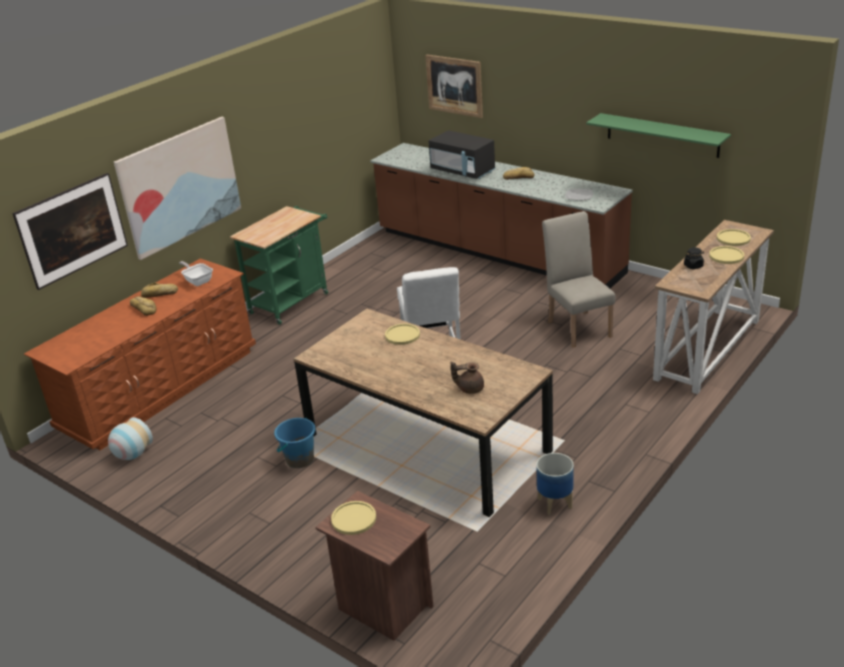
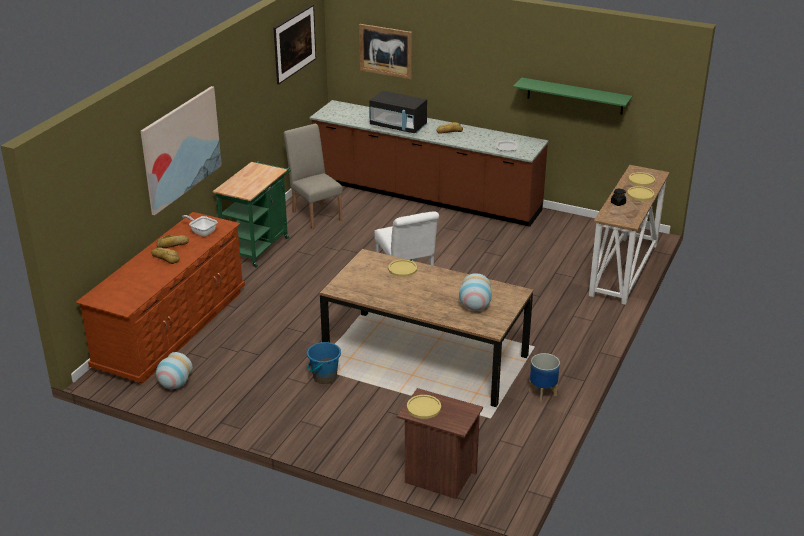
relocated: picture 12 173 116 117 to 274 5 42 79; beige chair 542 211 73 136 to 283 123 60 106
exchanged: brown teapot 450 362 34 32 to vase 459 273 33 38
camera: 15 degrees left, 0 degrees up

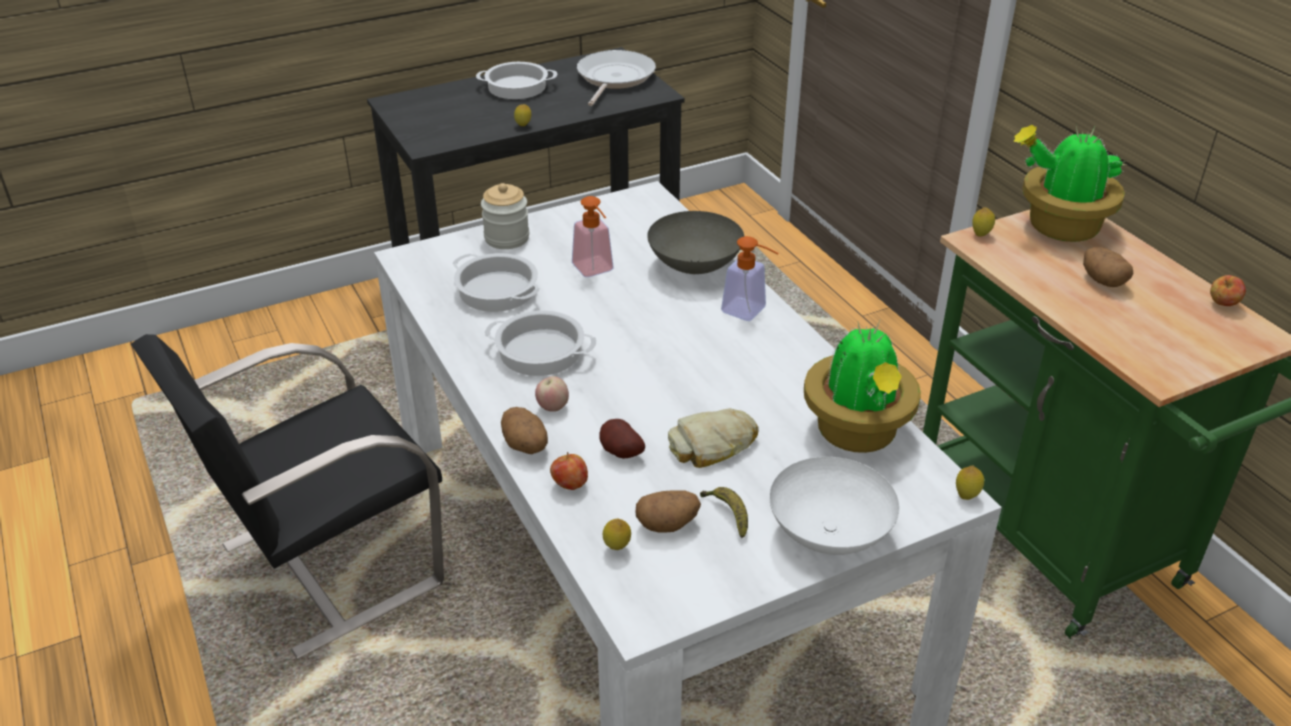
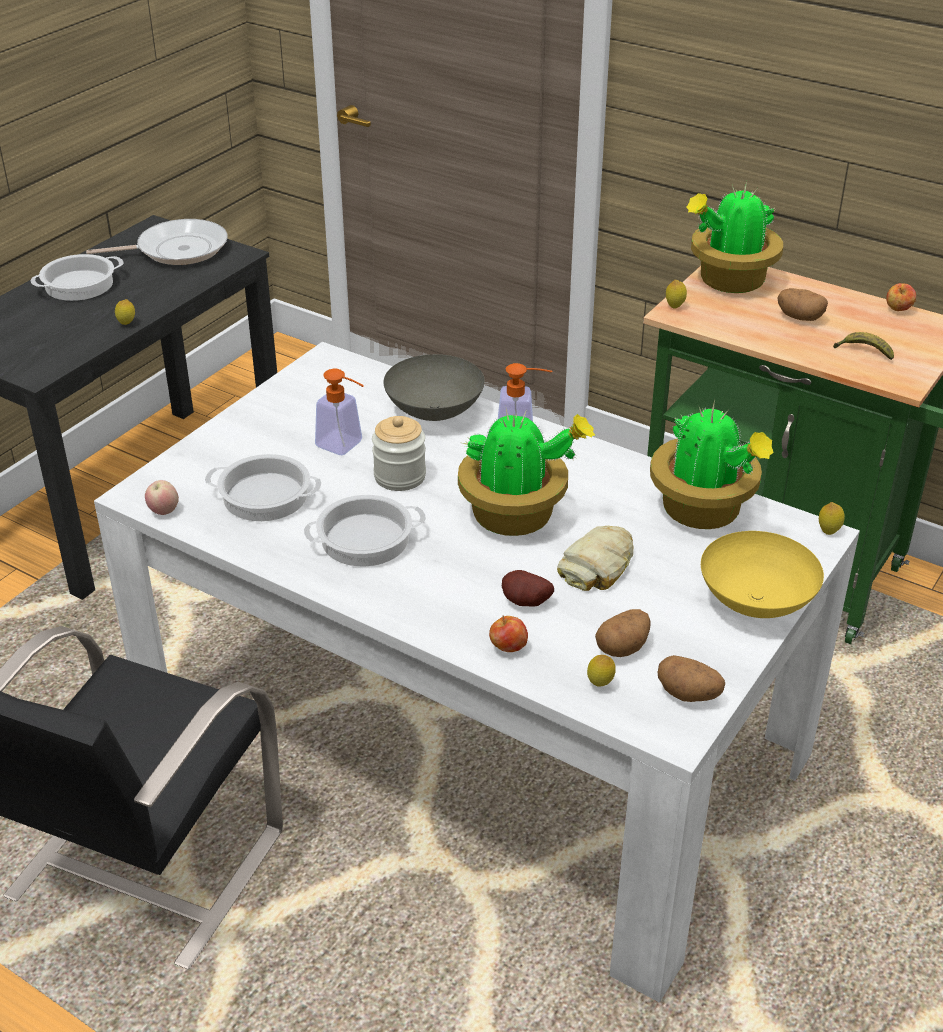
appeared: potted plant 458 409 137 127
relocated: jar 481 183 48 66 to 372 416 54 75; potato 501 407 47 47 to 658 655 67 47; apple 535 376 34 36 to 145 480 34 35; banana 700 487 48 51 to 833 332 61 28
colour: white bowl 769 457 130 98 to yellow bowl 701 531 123 87
spun: frying pan 577 50 79 56 = 86 219 142 46 90 degrees clockwise
camera: 30 degrees left, 0 degrees up

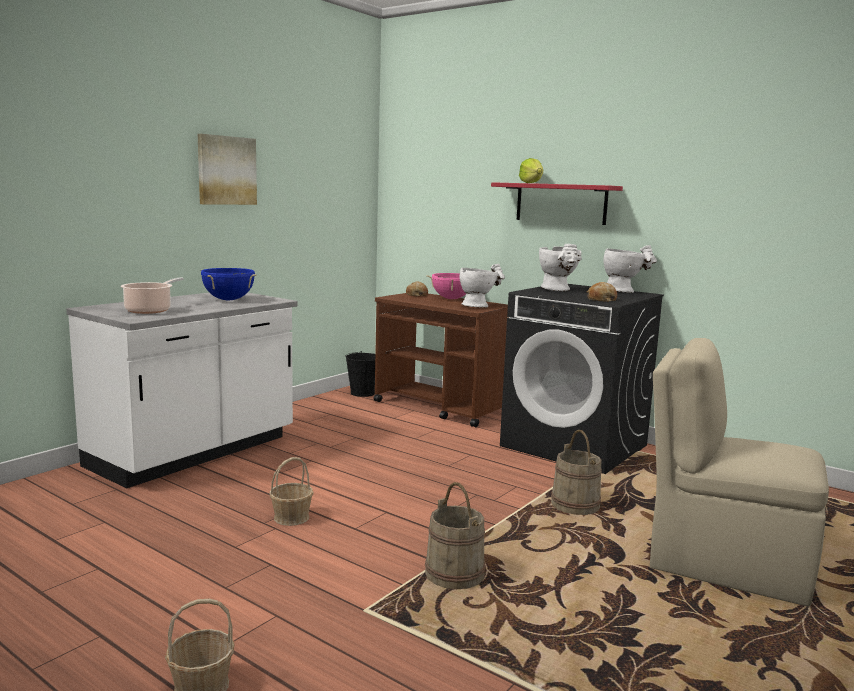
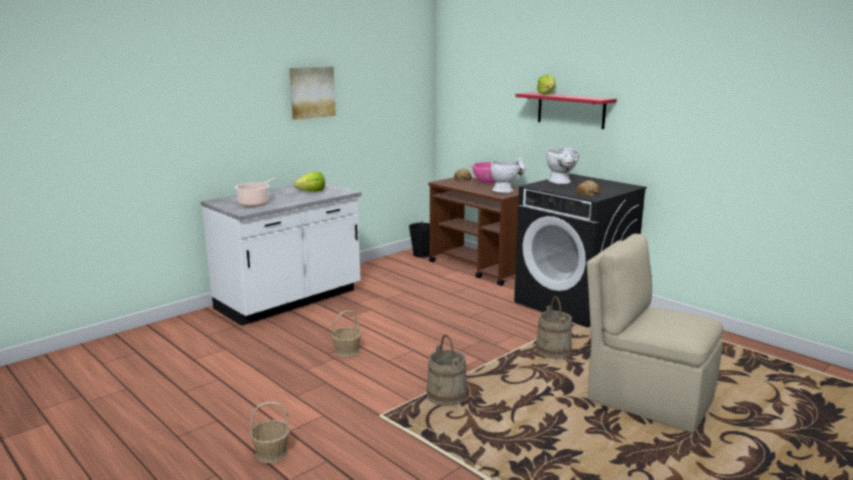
missing: white vase 603 245 54 48
exchanged: blue cooking pot 200 268 56 32 to lettuce 294 172 31 20
camera: 10 degrees right, 5 degrees up

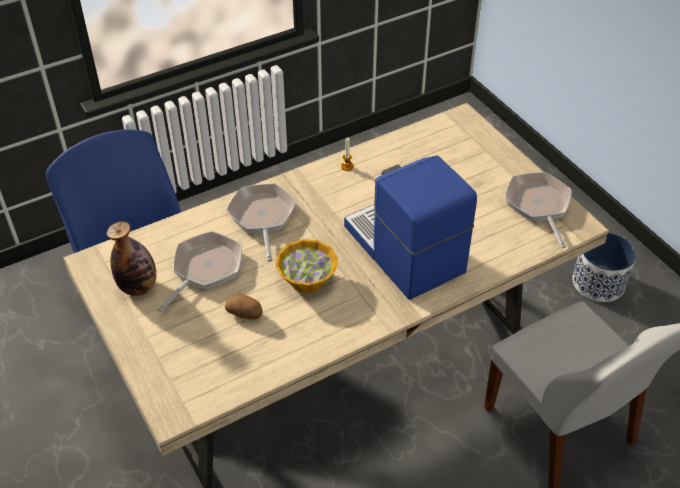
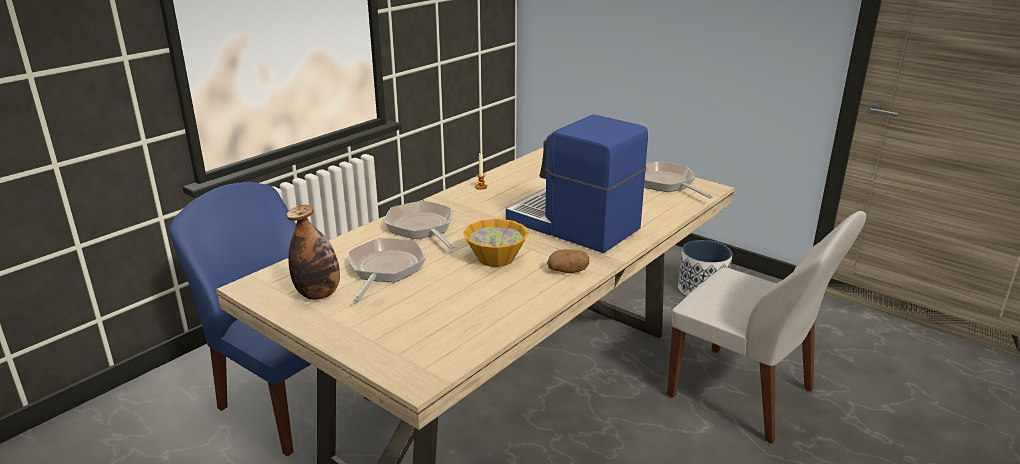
relocated: potato 225 294 38 26 to 547 249 42 24
camera: 20 degrees left, 20 degrees down

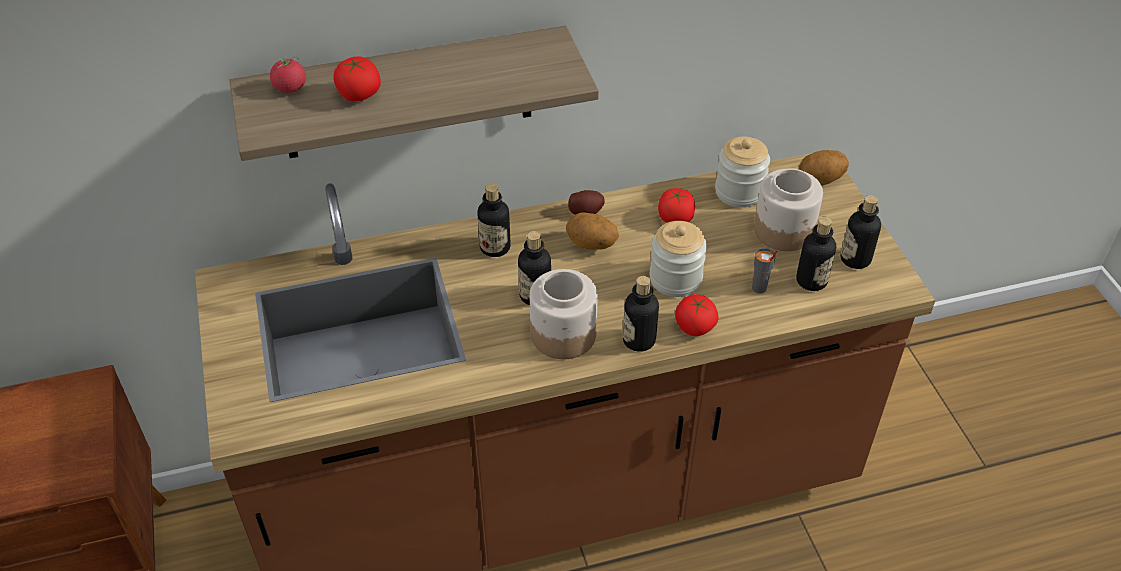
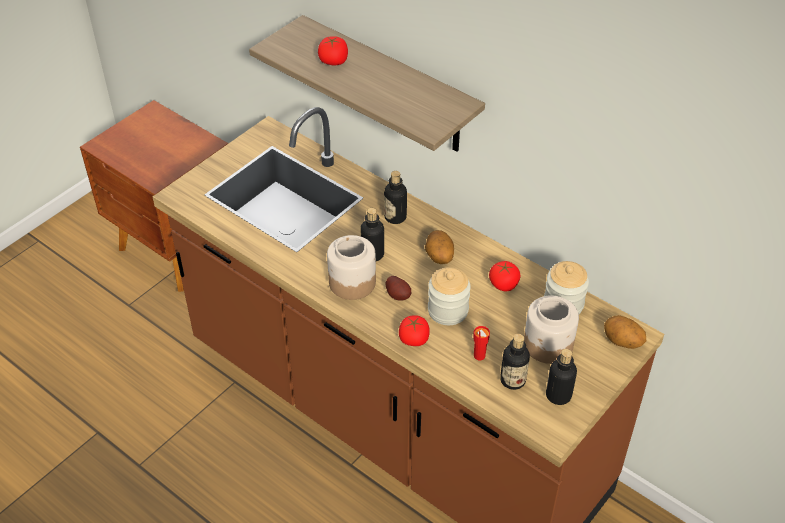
missing: tomato 270 56 36 37; bottle 623 276 36 76
relocated: potato 568 190 37 25 to 385 276 26 24
colour: grey cup 752 248 25 46 to red cup 474 326 16 35
camera: 55 degrees right, 0 degrees up

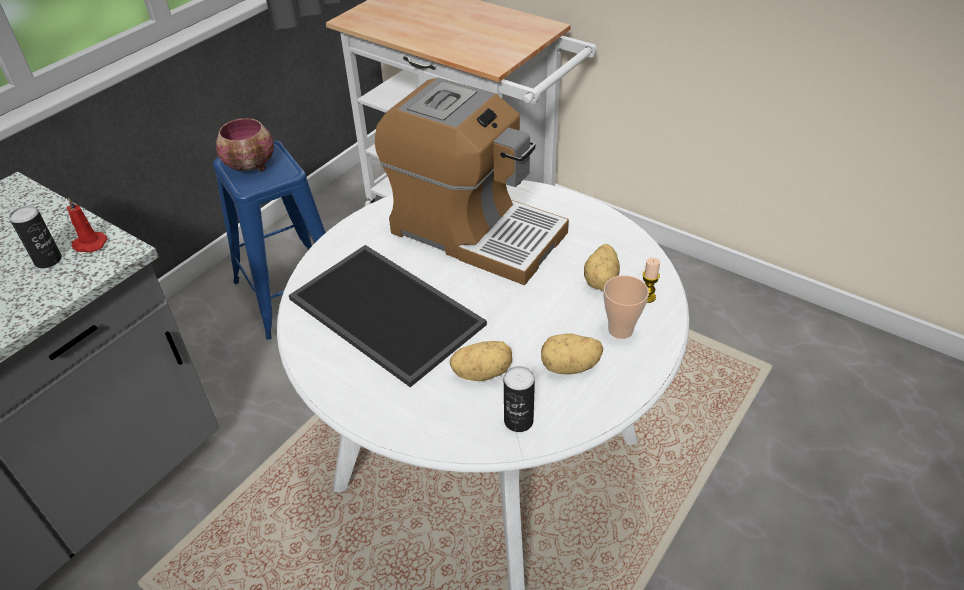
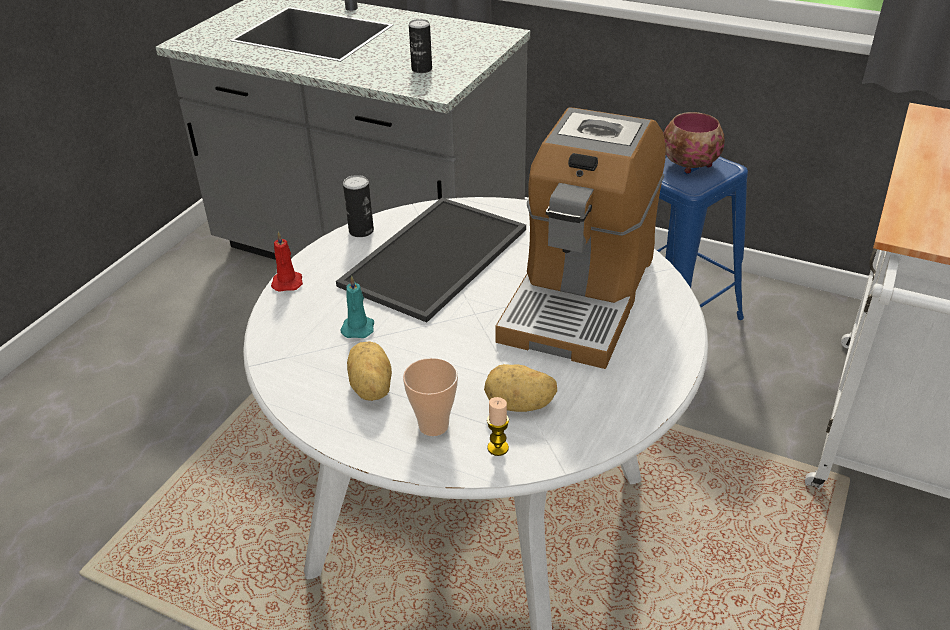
relocated: red candle 67 197 40 55 to 271 231 32 61; can 504 366 31 66 to 343 175 31 62
exchanged: potato 450 341 62 40 to turquoise candle 340 275 34 63
camera: 80 degrees right, 5 degrees down

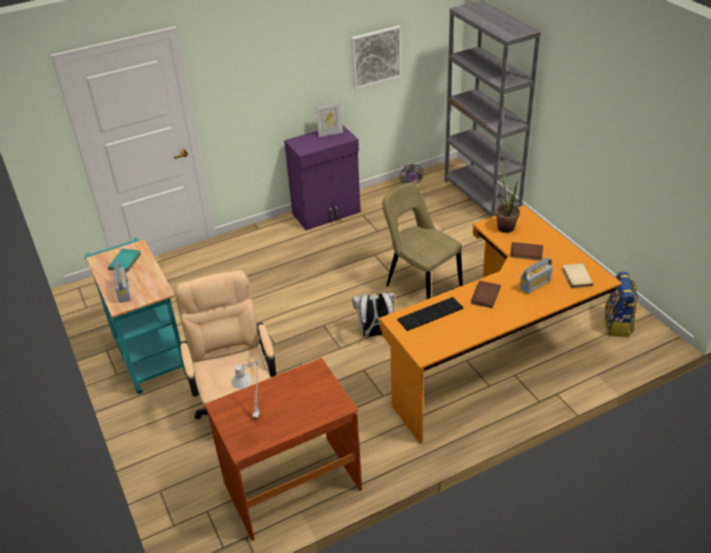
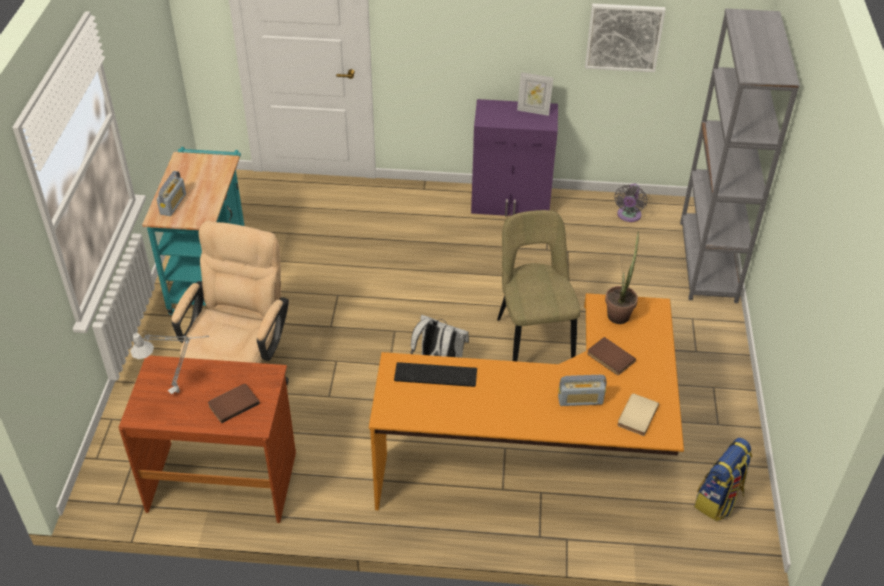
missing: turquoise book 108 248 33 25
relocated: brown book 471 281 30 27 to 208 384 52 39
camera: 30 degrees right, 5 degrees up

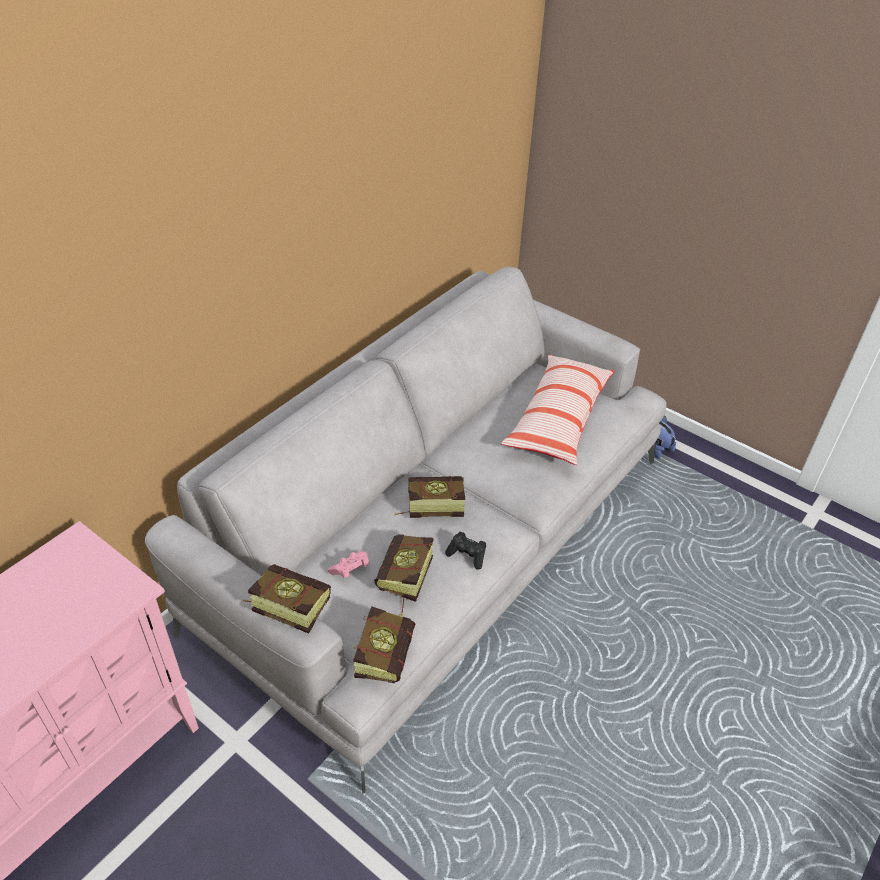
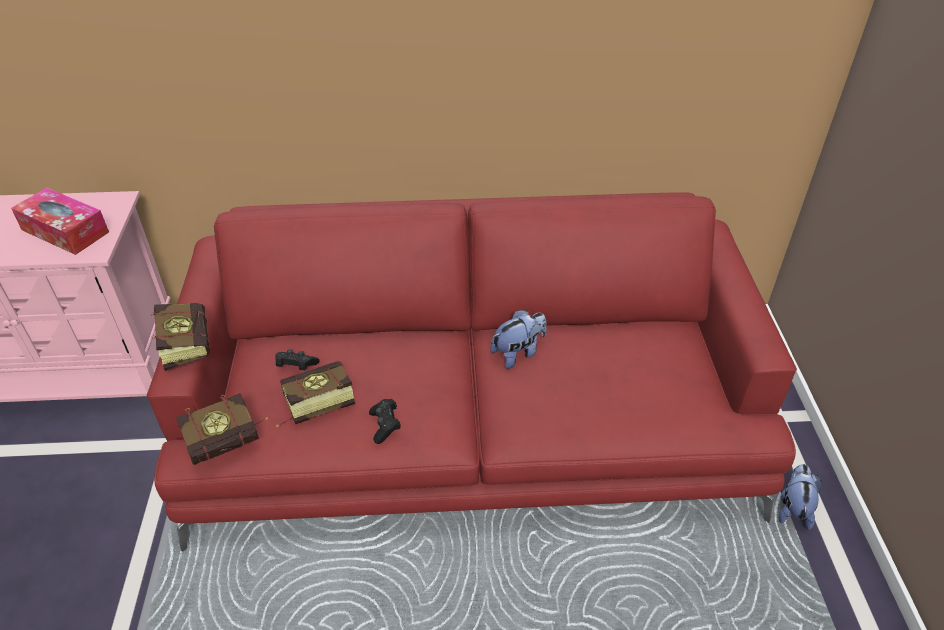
missing: book 395 476 70 42; pillow 501 355 114 110
appeared: tissue box 11 187 98 68; plush toy 490 310 57 59
colour: grey sofa 145 267 521 527 to red sofa 147 192 650 360; pink game controller 328 551 41 27 to black game controller 275 349 45 21
camera: 50 degrees right, 0 degrees up

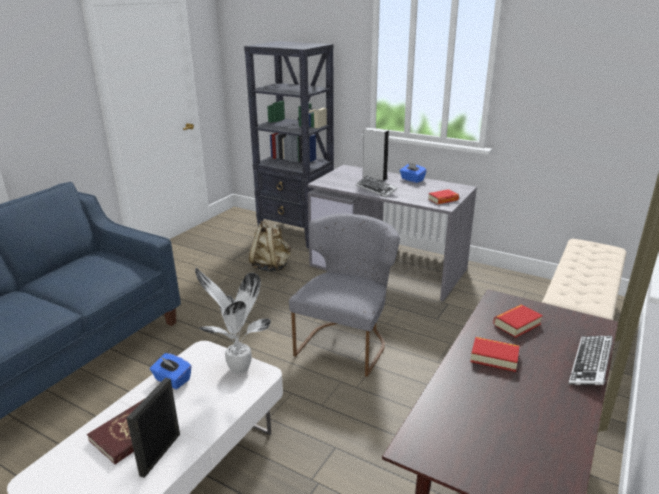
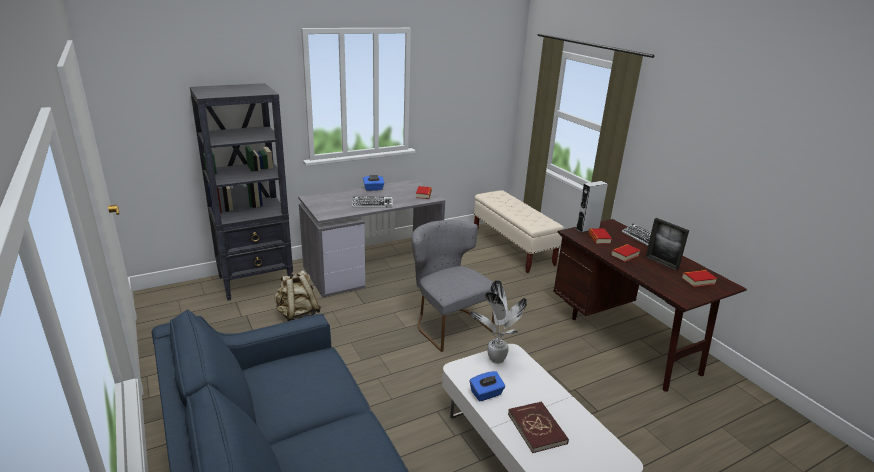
appeared: book 682 270 35 17
relocated: picture frame 127 378 53 100 to 646 218 43 53; grey speaker 362 128 27 53 to 576 181 32 51
camera: 60 degrees left, 0 degrees up

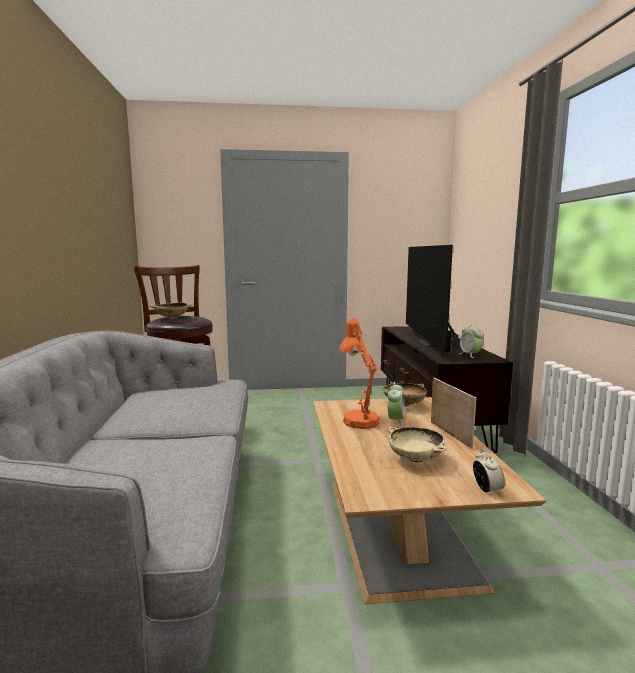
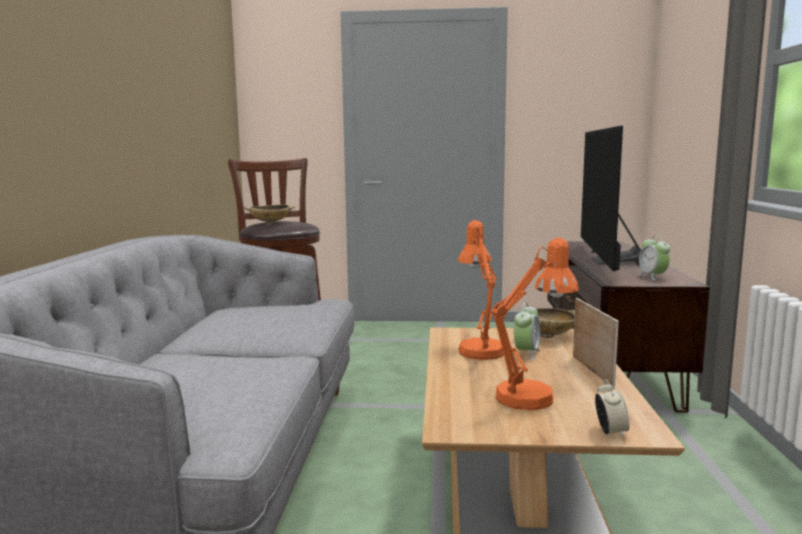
exchanged: beige bowl 389 427 58 35 to orange table lamp 491 238 88 172
camera: 10 degrees right, 0 degrees up

